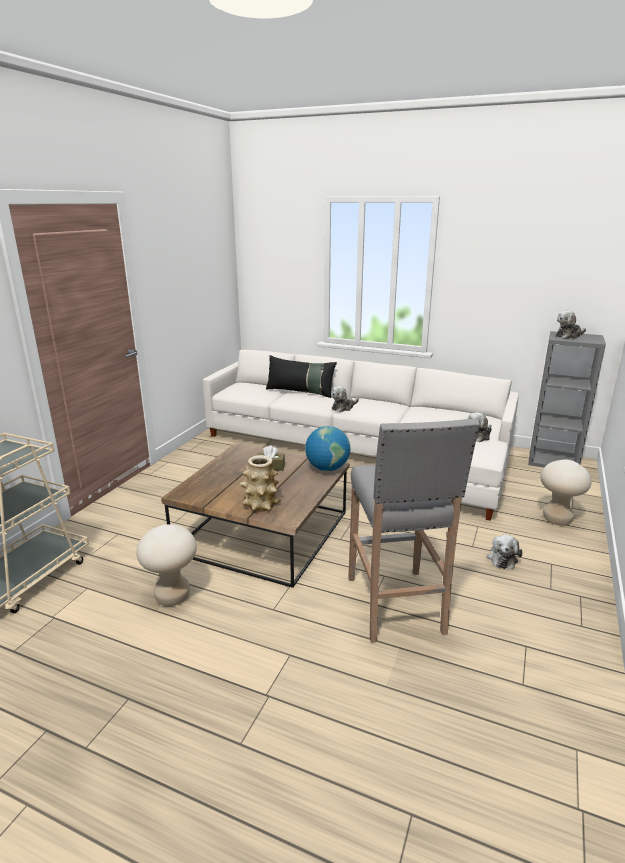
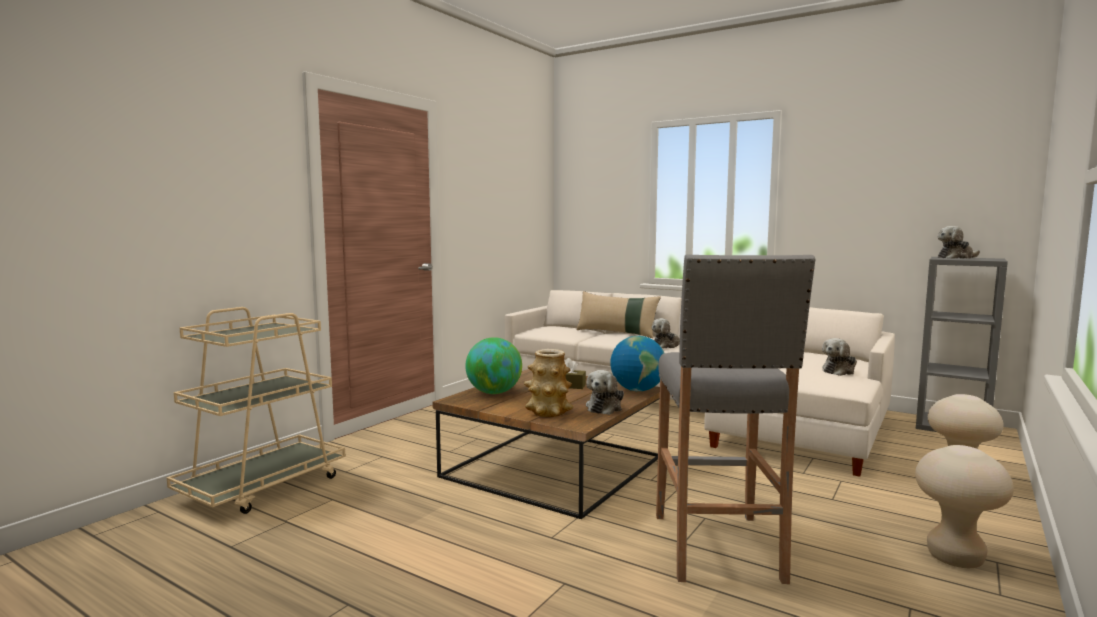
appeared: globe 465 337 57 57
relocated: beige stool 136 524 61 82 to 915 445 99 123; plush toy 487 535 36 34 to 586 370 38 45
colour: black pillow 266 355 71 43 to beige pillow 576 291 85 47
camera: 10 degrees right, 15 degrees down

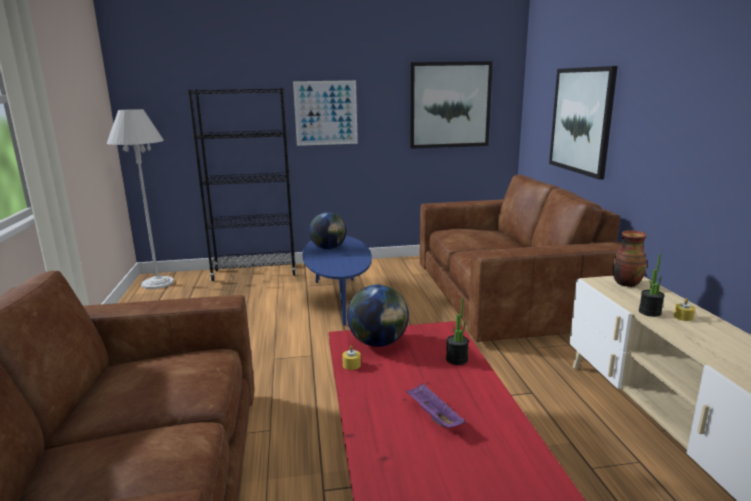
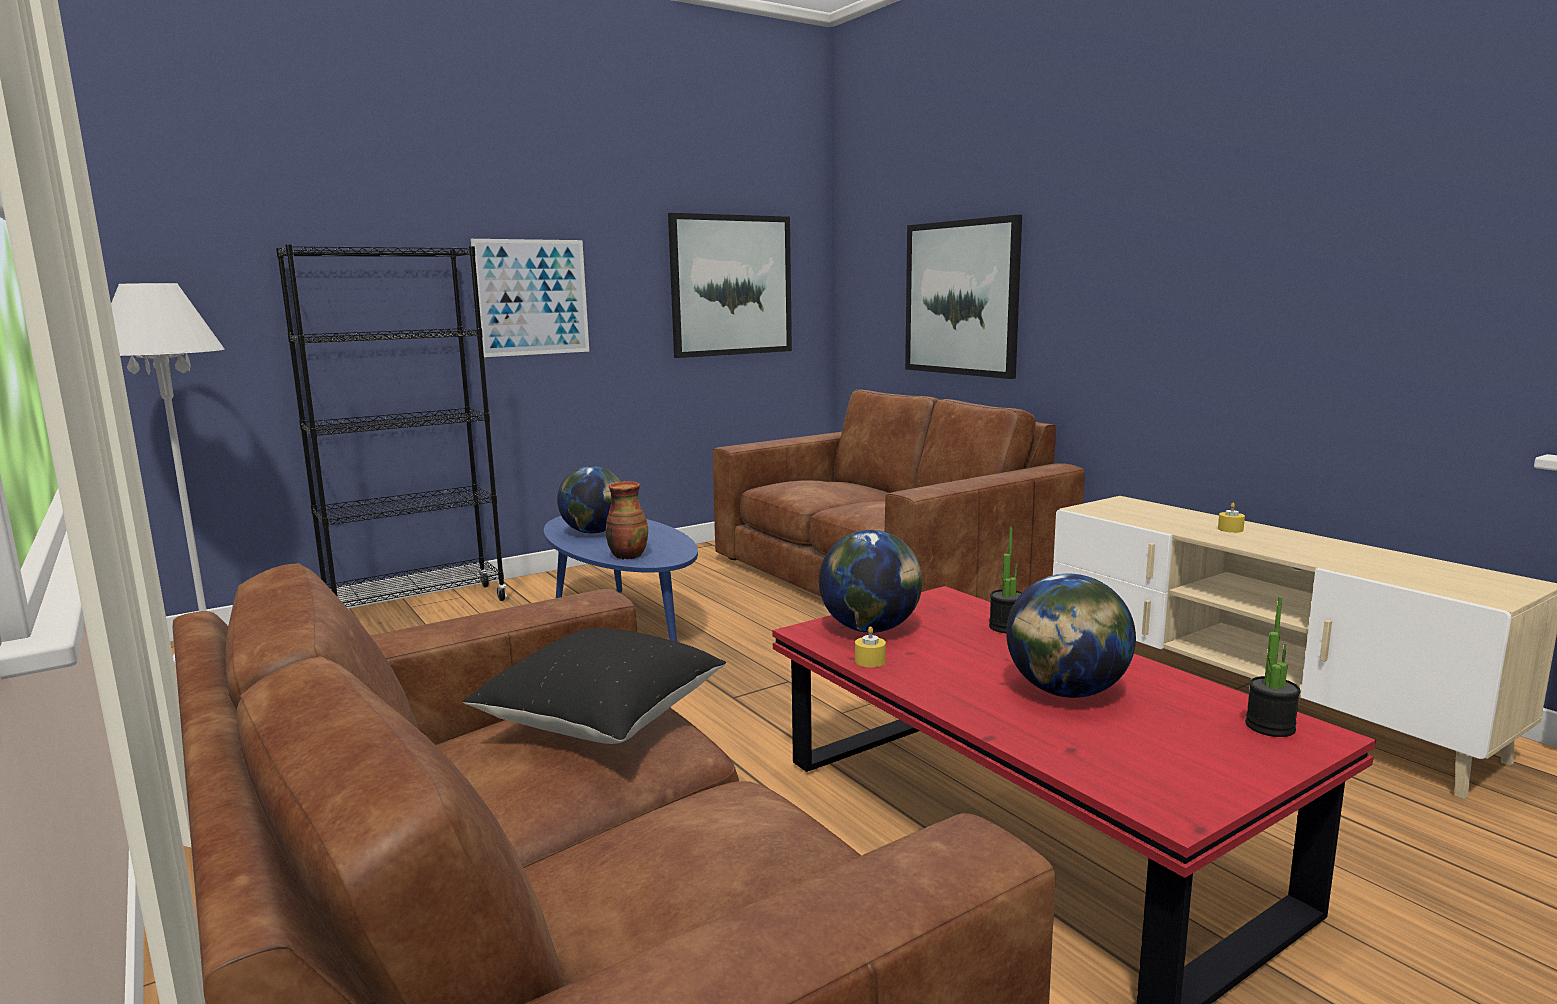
appeared: black pillow 463 628 263 116
relocated: vase 613 230 34 57 to 606 481 42 78; potted plant 639 254 26 63 to 1245 597 56 140
exchanged: purple tray 406 384 60 44 to globe 1006 574 130 124
camera: 25 degrees left, 5 degrees down

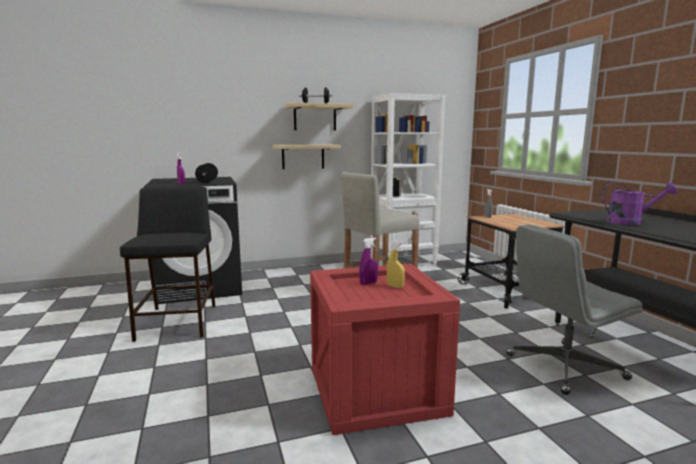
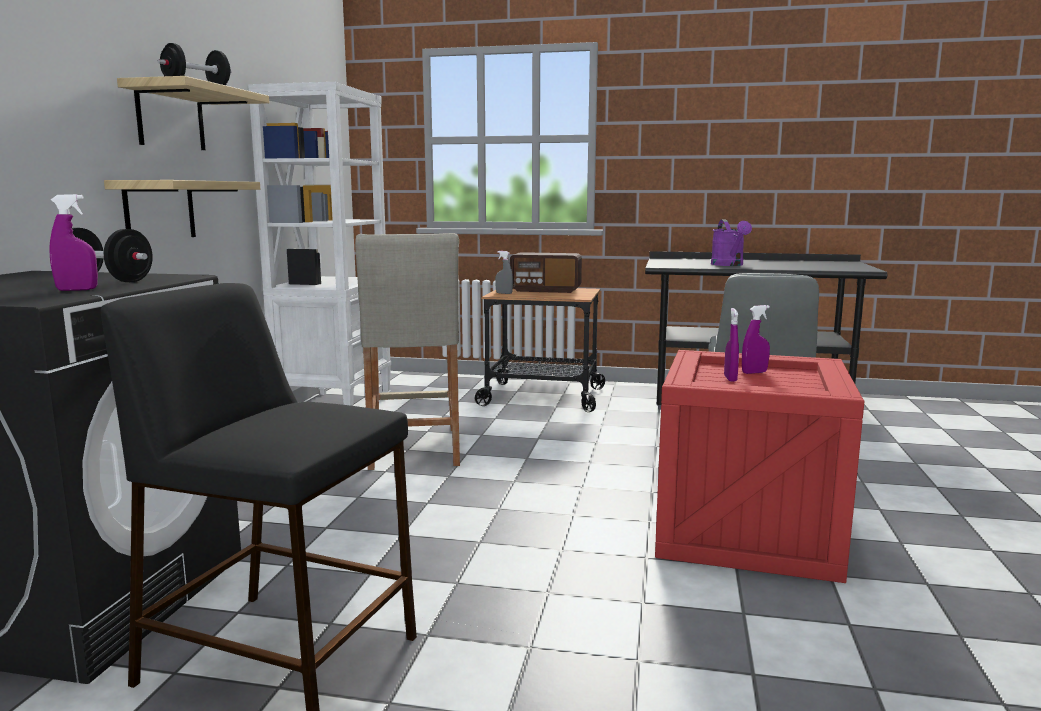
appeared: radio 510 252 72 41
colour: yellow spray bottle 387 240 18 48 to purple spray bottle 742 305 28 69
spun: purple watering can 602 182 75 43 = 711 220 41 46 135 degrees clockwise
camera: 60 degrees left, 0 degrees up

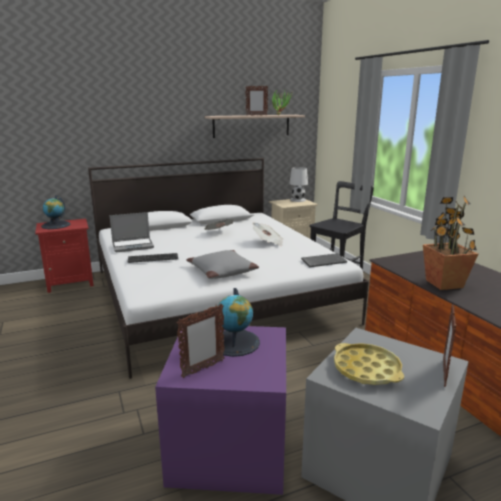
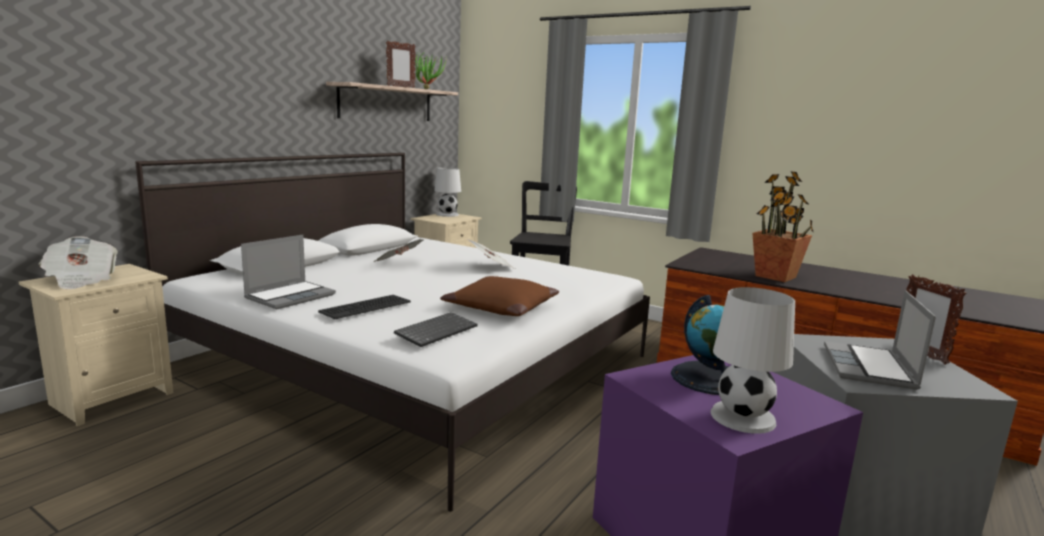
relocated: keyboard 301 253 46 14 to 394 312 84 35
exchanged: globe 41 195 29 34 to newspaper 39 236 79 53; picture frame 176 303 49 75 to white table lamp 711 287 84 147; yellow tray 334 343 70 42 to laptop 824 290 112 100
colour: red nightstand 35 219 59 74 to beige nightstand 19 264 154 162; grey pillow 186 250 73 29 to brown pillow 440 276 119 40
camera: 35 degrees left, 5 degrees down

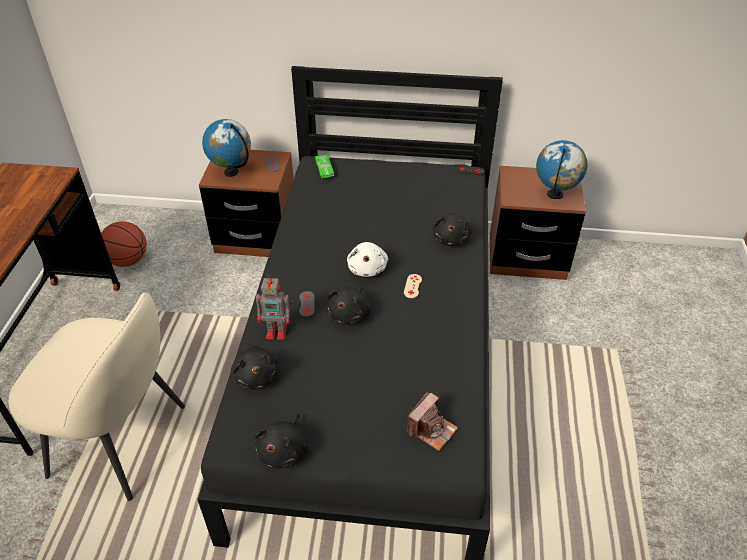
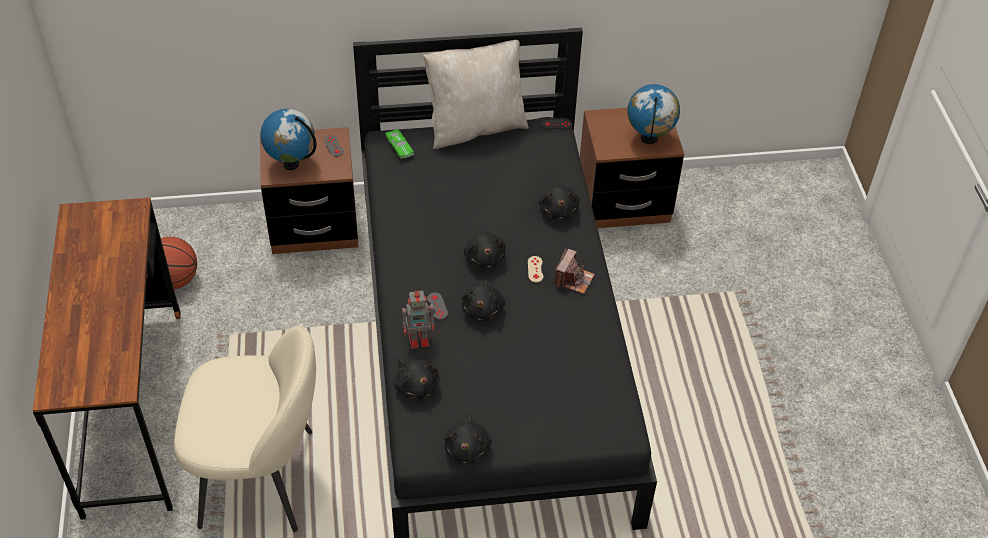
appeared: beige pillow 423 40 106 109
relocated: photo camera 407 391 51 60 to 554 248 41 46
colour: white plush toy 347 242 41 35 to black plush toy 464 229 42 39
camera: 15 degrees left, 5 degrees up

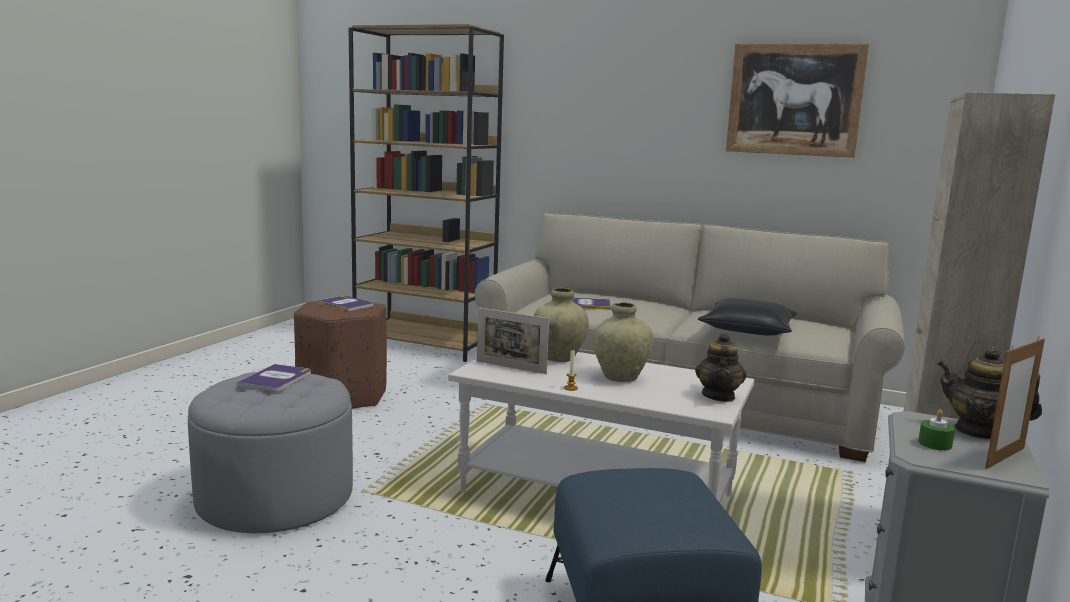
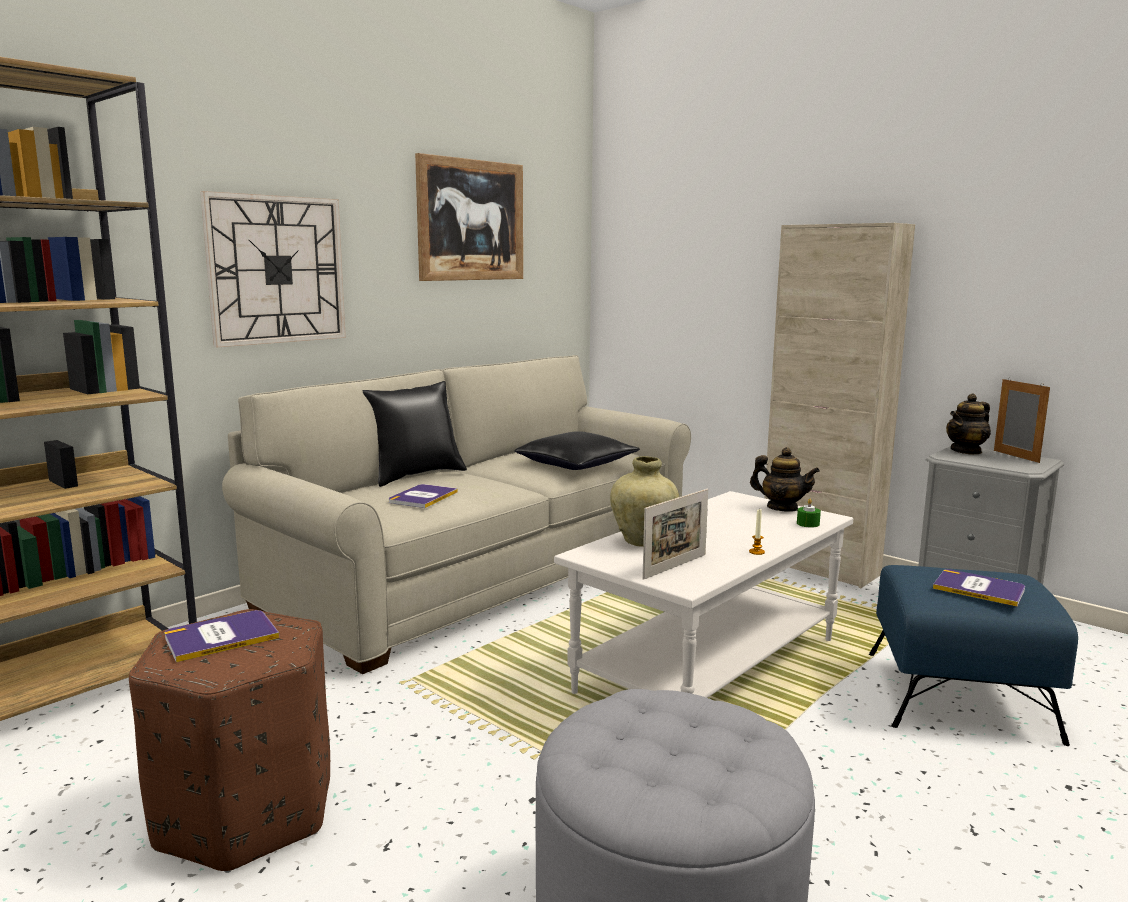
missing: beige vase 593 302 61 80
appeared: wall clock 200 191 146 156; black pillow 362 381 105 106
relocated: book 237 364 74 28 to 933 569 92 38; green candle 918 410 37 41 to 797 498 24 30
camera: 70 degrees left, 0 degrees up

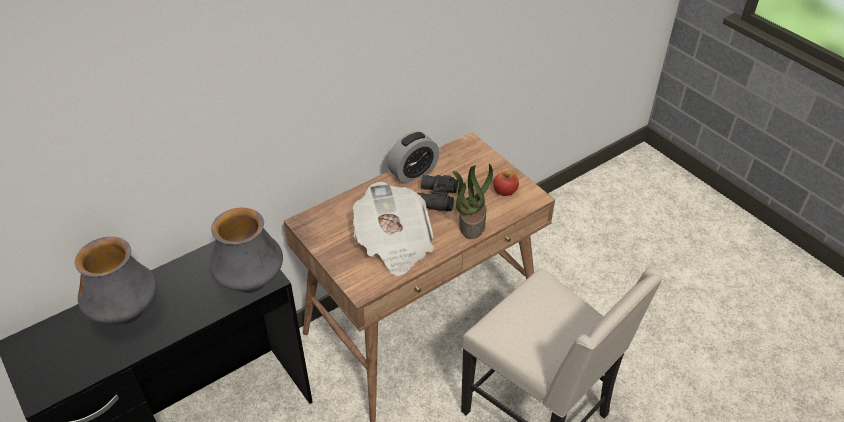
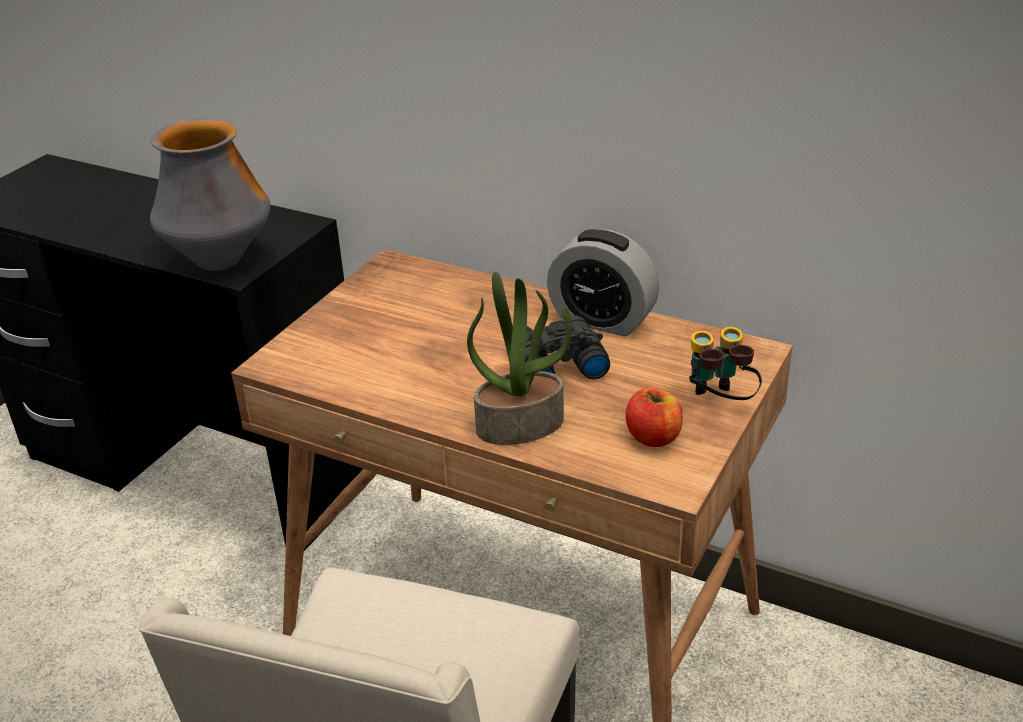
missing: vase 75 237 82 87; newspaper 353 181 81 95
appeared: binoculars 689 327 73 73
camera: 65 degrees right, 10 degrees down

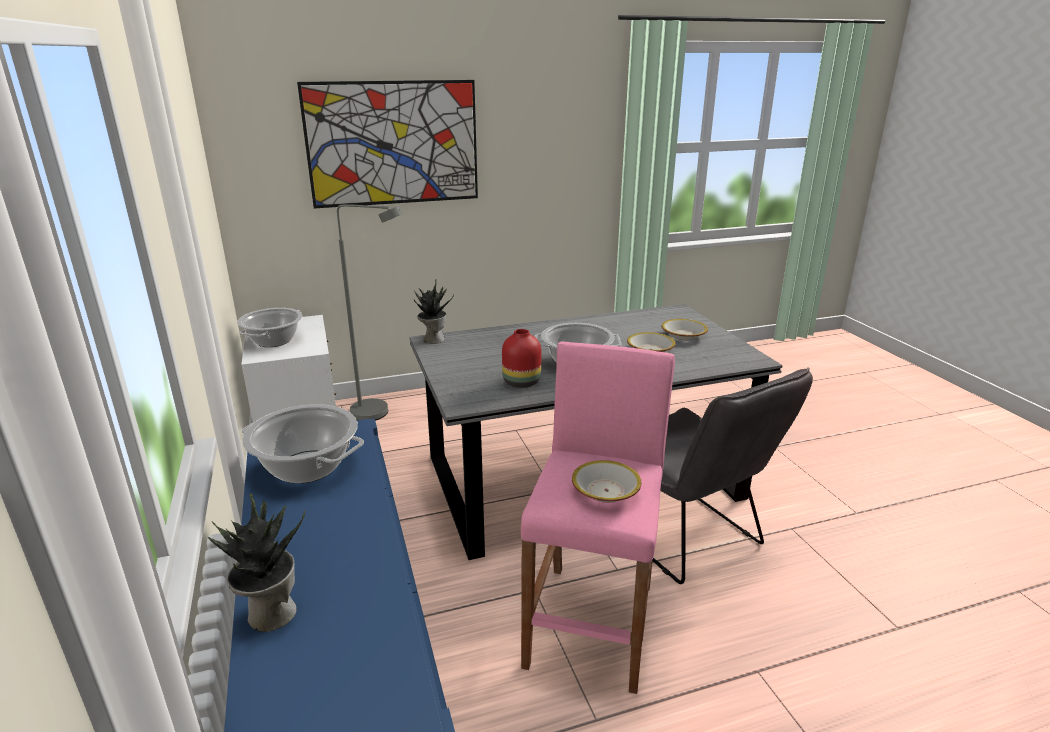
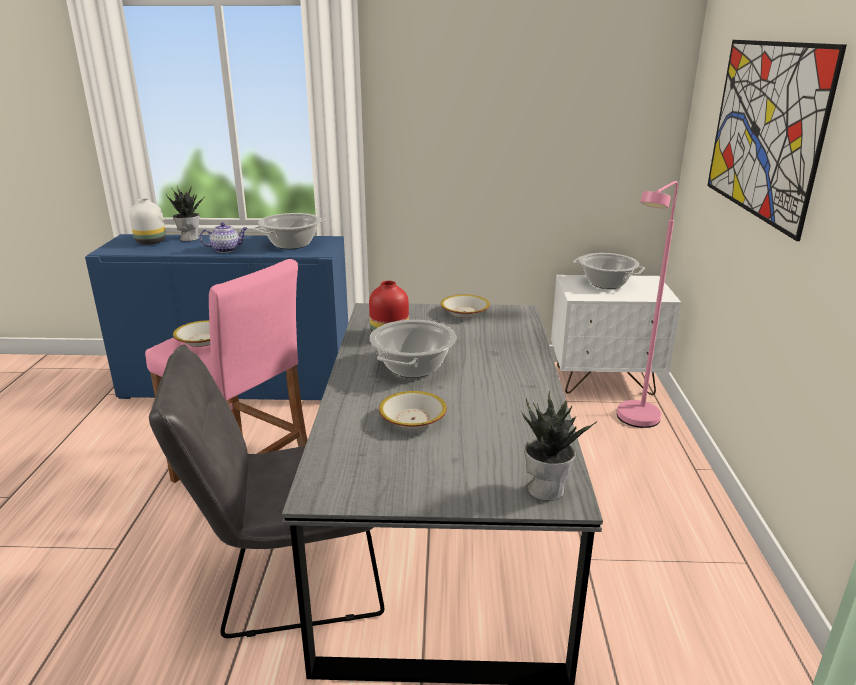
appeared: white vase 129 198 37 47; teapot 199 223 49 30
relocated: potted plant 414 279 40 65 to 521 391 76 110; bowl 662 319 46 21 to 441 295 49 23
colour: grey floor lamp 337 204 66 217 to pink floor lamp 617 181 61 247
camera: 110 degrees right, 0 degrees up

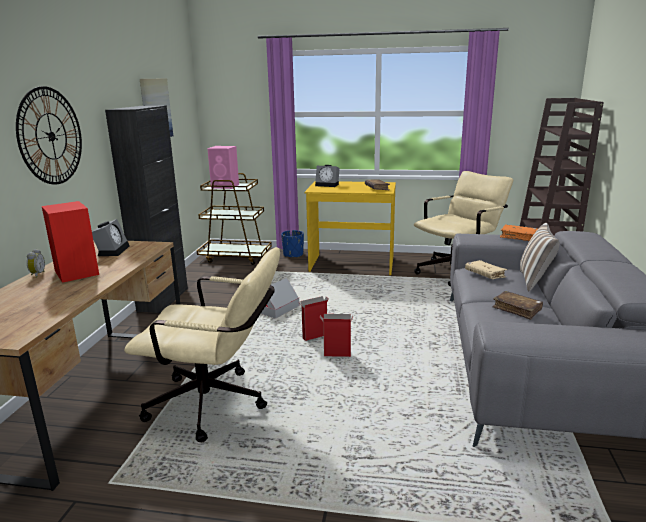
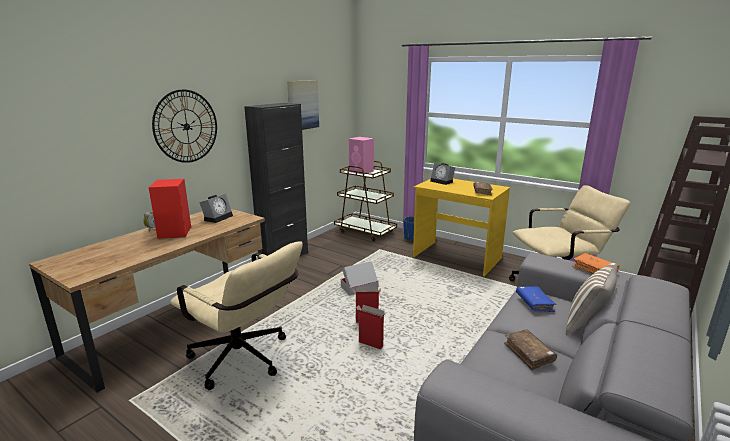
colour: beige book 465 260 42 19 to blue book 516 286 41 26
camera: 25 degrees right, 0 degrees up

